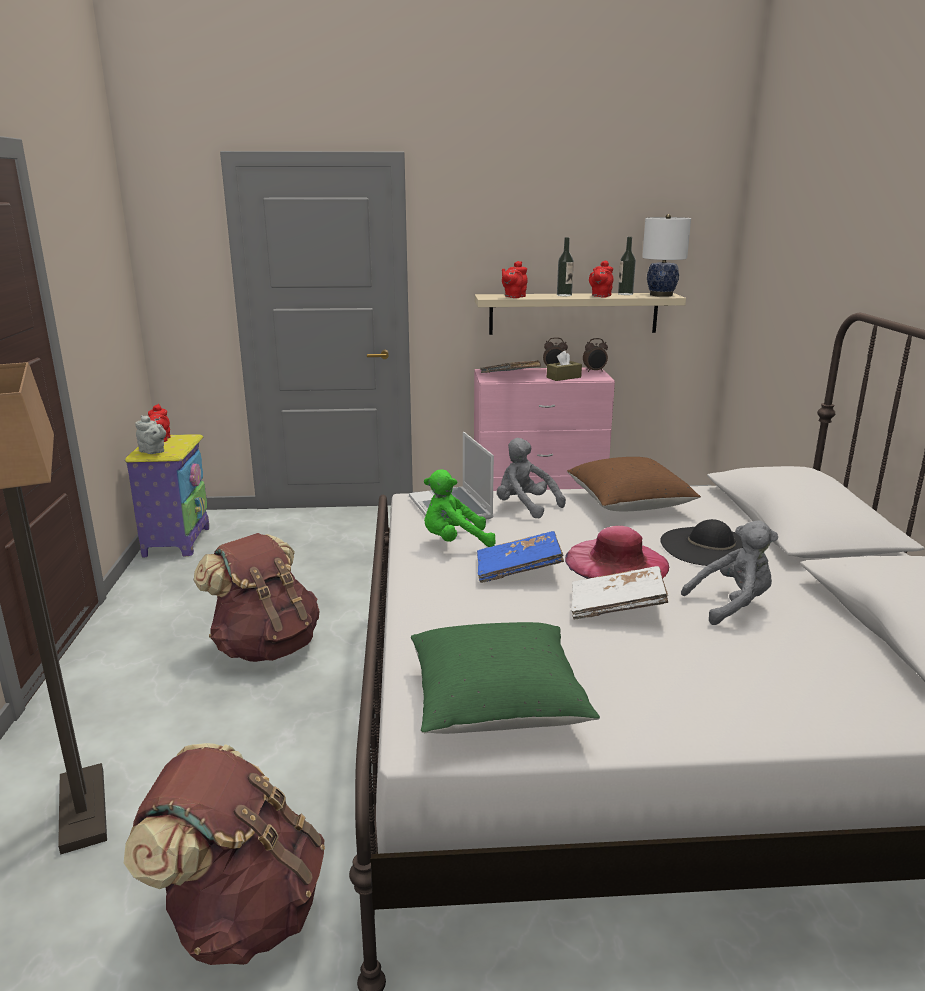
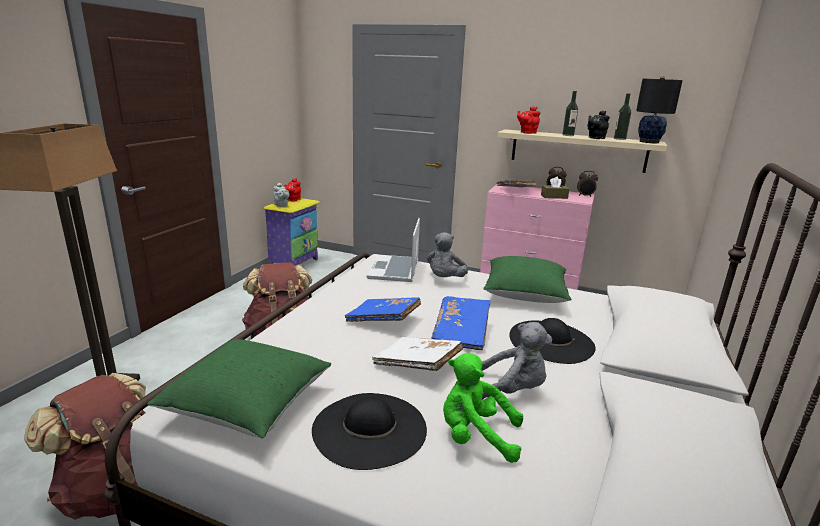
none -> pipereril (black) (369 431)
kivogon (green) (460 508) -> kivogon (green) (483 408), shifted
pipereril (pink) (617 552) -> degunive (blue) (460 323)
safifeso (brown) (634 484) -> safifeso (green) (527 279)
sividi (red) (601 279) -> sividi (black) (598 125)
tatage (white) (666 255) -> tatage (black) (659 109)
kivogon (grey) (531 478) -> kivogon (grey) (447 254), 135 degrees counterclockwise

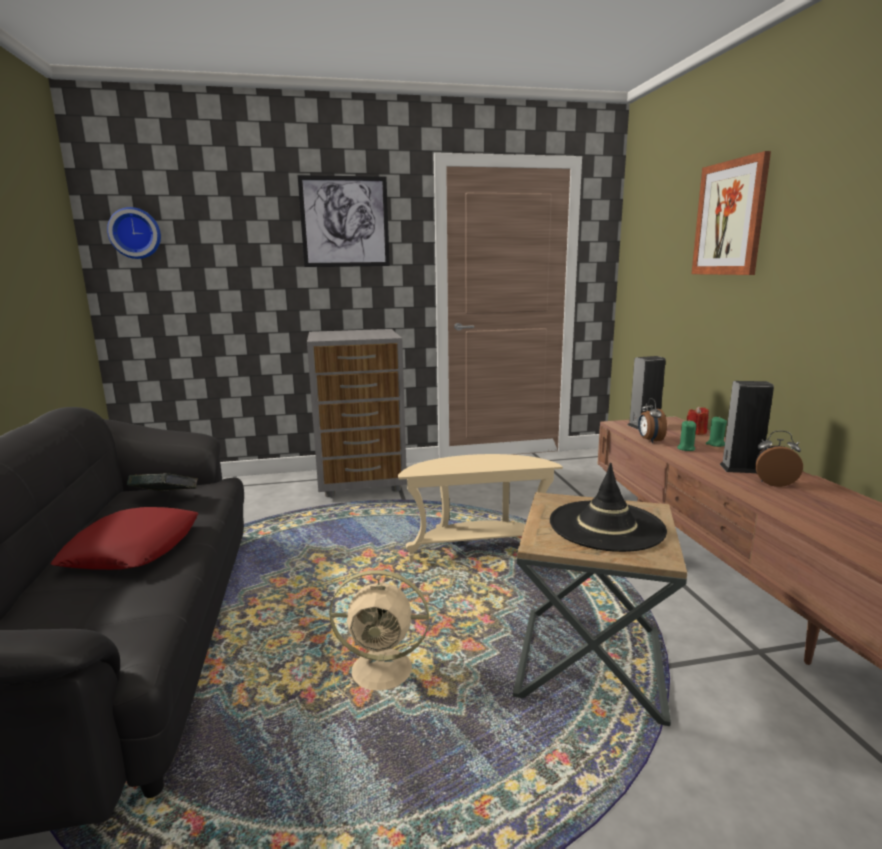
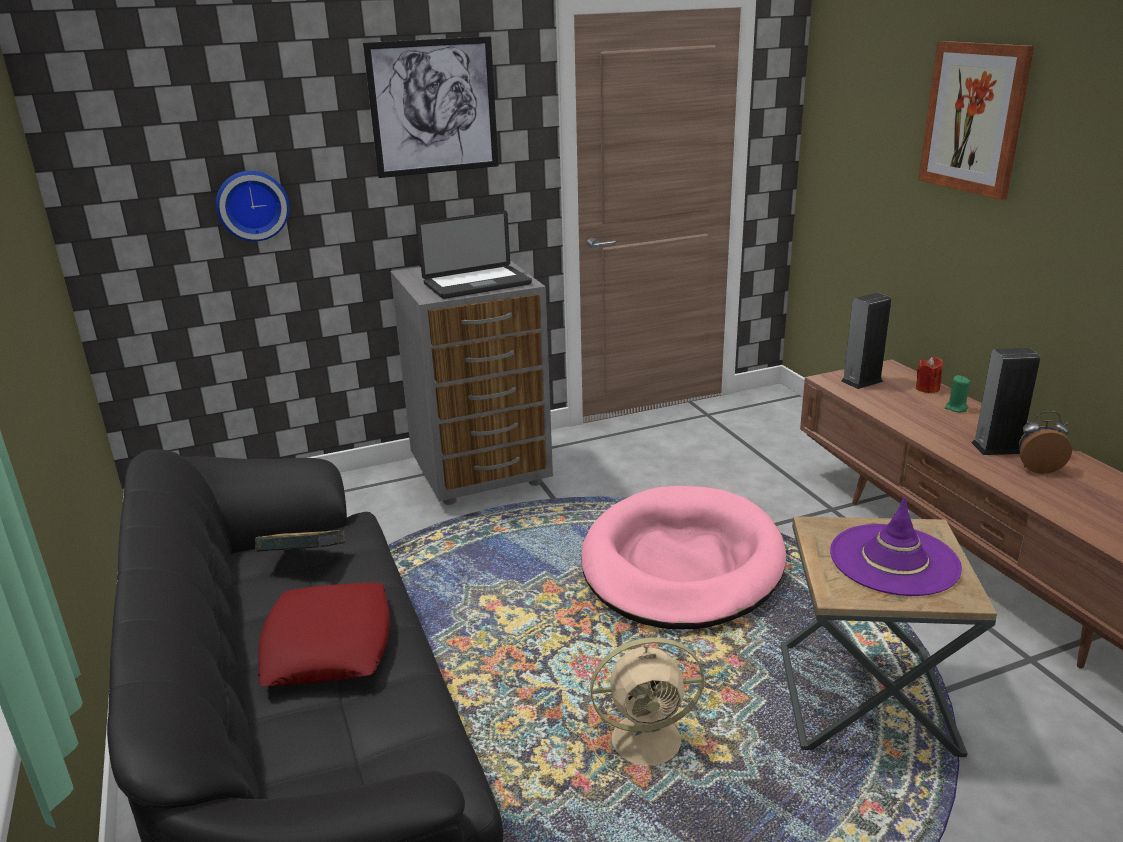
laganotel (652 420) -> none
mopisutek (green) (686 435) -> none
none -> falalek (474 255)
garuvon (134 233) -> garuvon (253 206), shifted
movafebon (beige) (480 508) -> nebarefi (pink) (683 557)
pipereril (black) (608 507) -> pipereril (purple) (896 546)

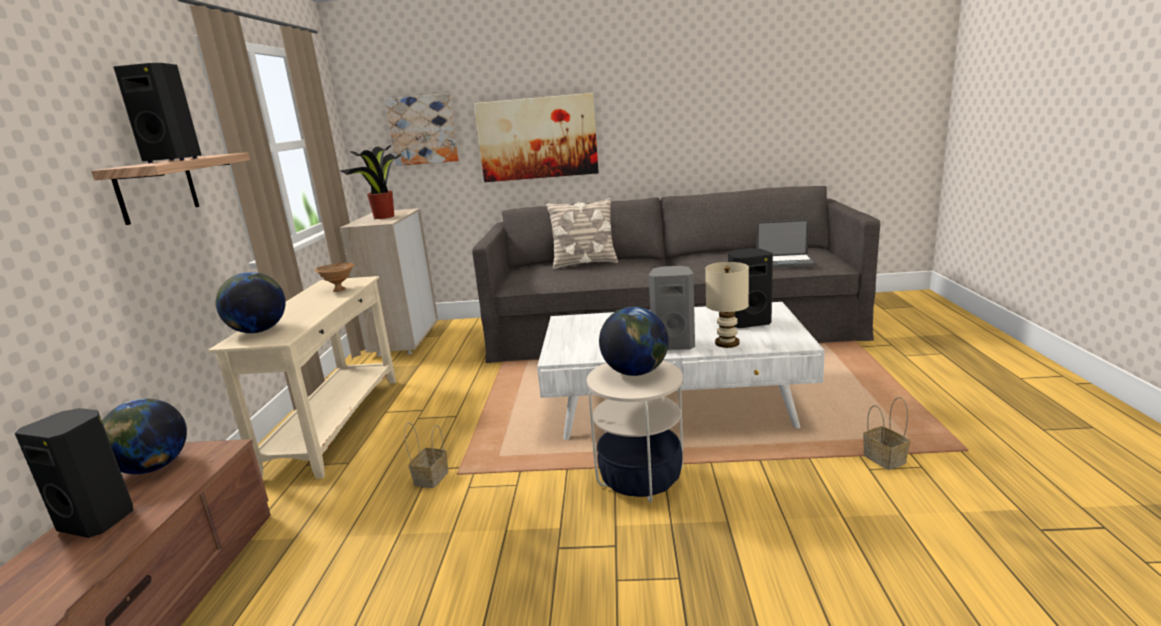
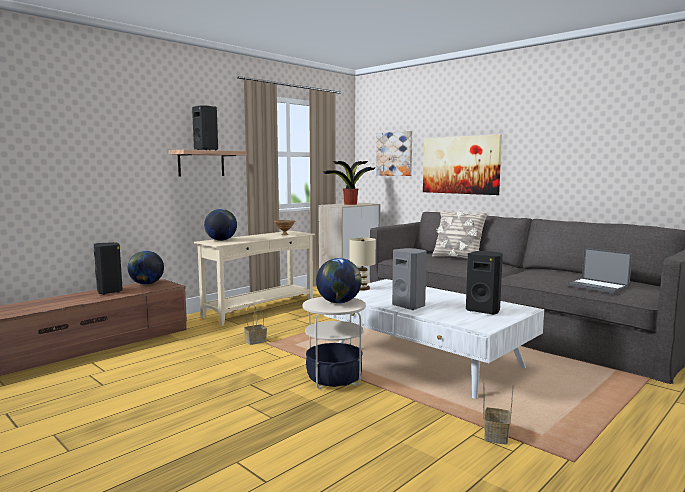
tatage (beige) (727 305) -> tatage (beige) (363 264), shifted

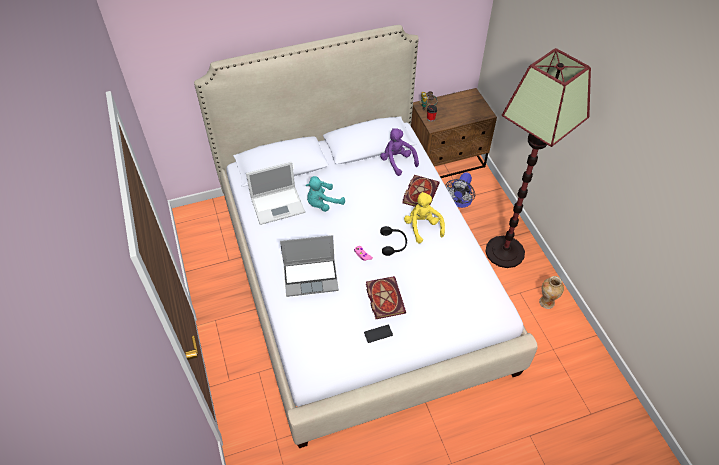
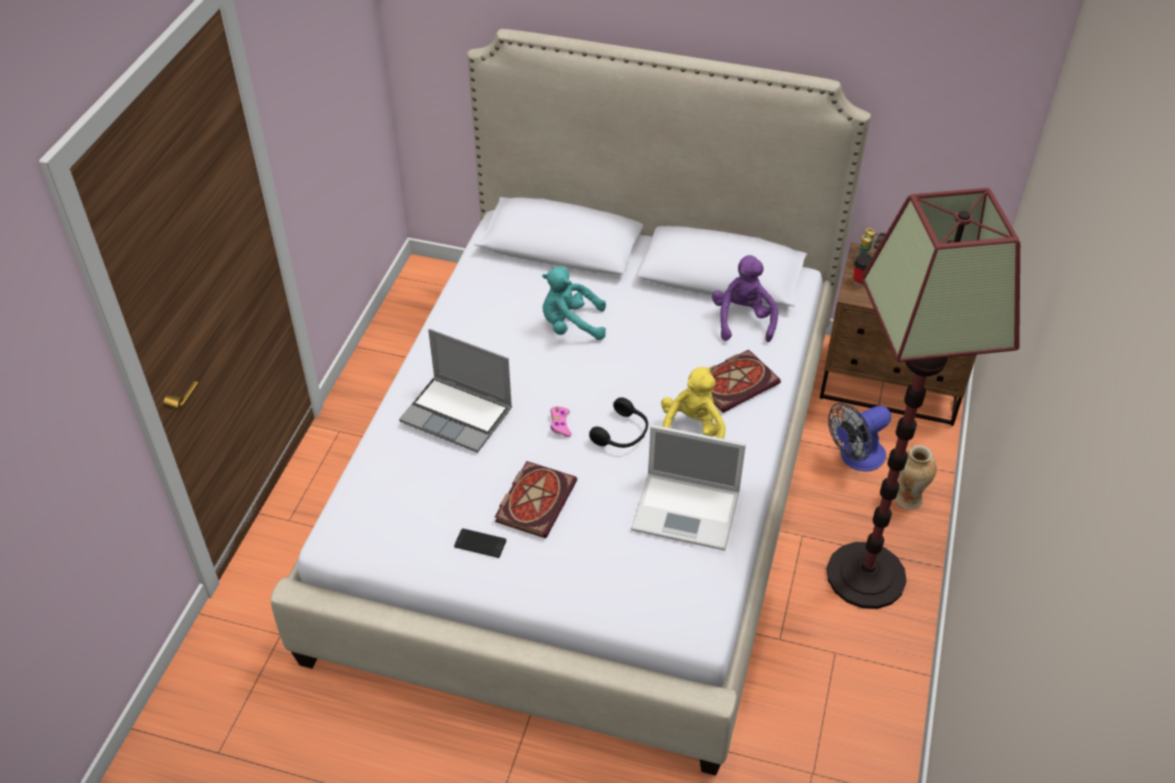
falalek (275 193) -> falalek (688 488), shifted
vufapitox (551 292) -> vufapitox (916 477), shifted

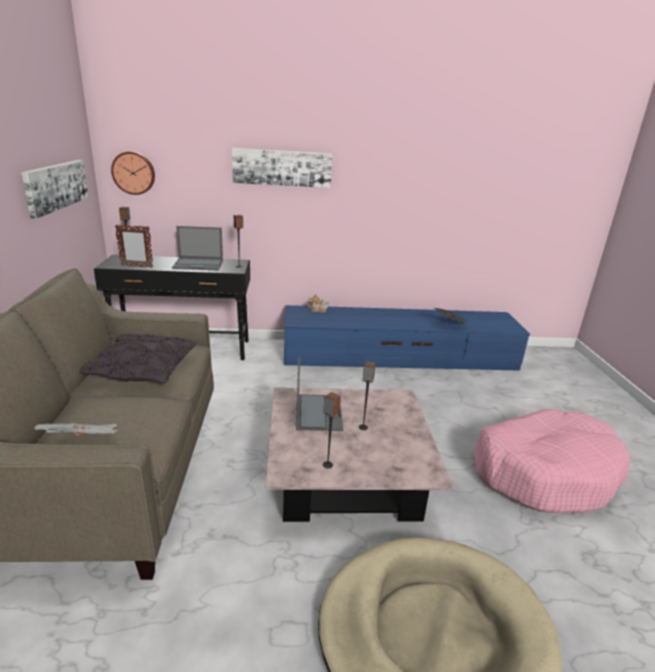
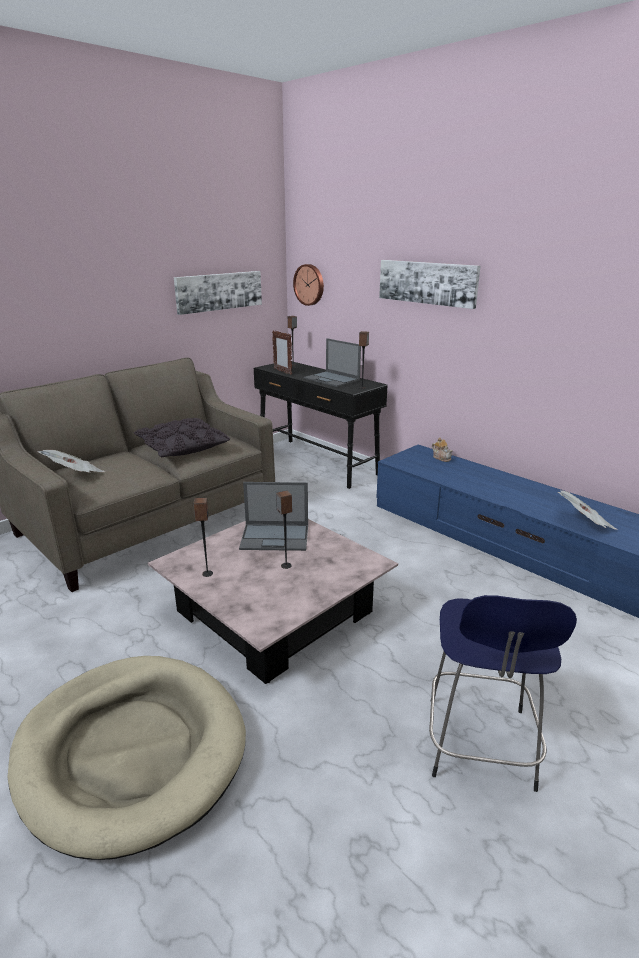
nebarefi (pink) (552 461) -> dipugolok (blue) (503 693)
falalek (319 394) -> falalek (273 516), 45 degrees clockwise

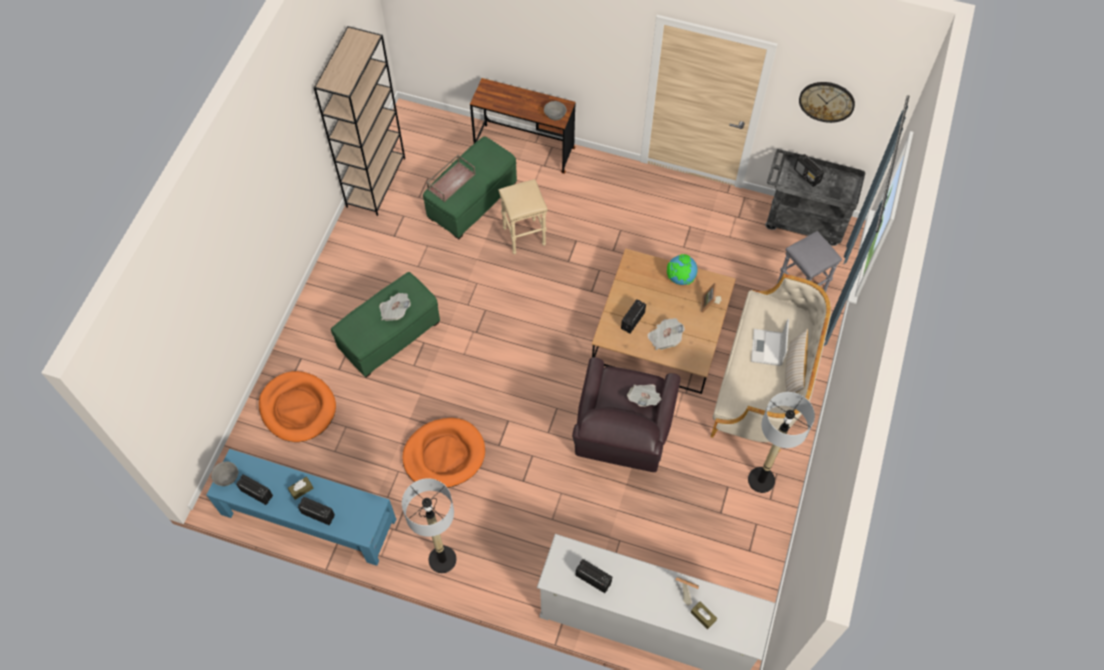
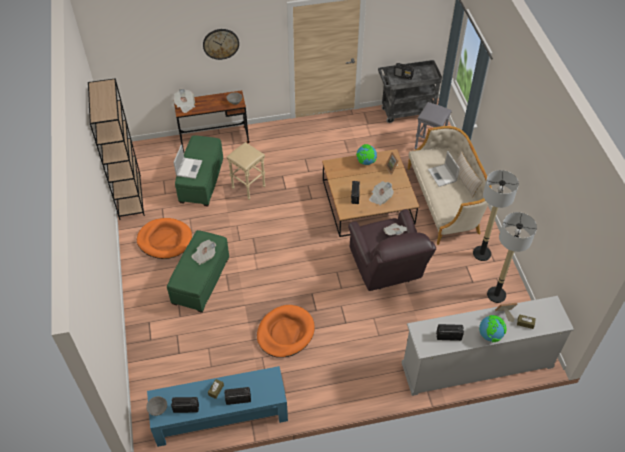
none -> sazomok (184 100)
none -> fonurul (492 328)
nebarefi (orange) (297 406) -> nebarefi (orange) (164 238), shifted
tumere (429 525) -> tumere (512 257), shifted
garuvon (827 102) -> garuvon (221 44), shifted
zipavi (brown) (451 178) -> falalek (187 162)

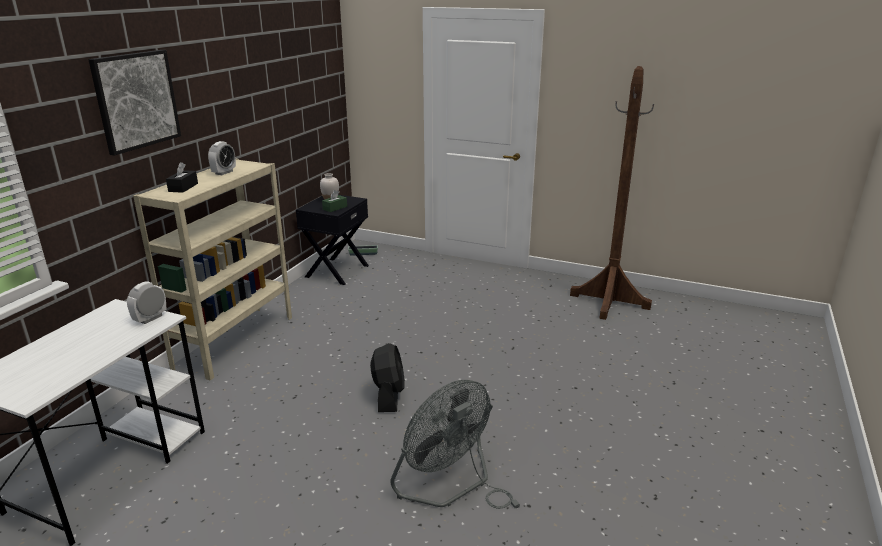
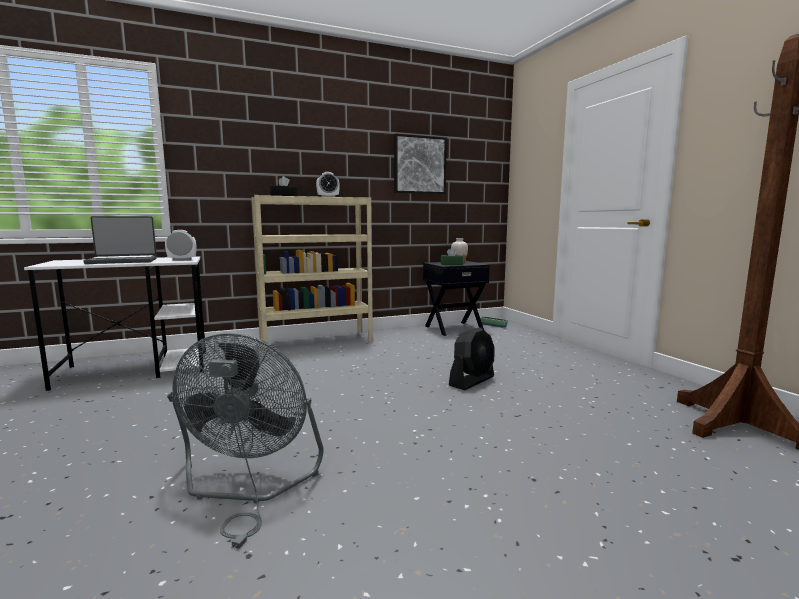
none -> falalek (120 240)
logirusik (134 103) -> logirusik (420 164), shifted
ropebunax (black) (387 377) -> ropebunax (black) (472 358), shifted

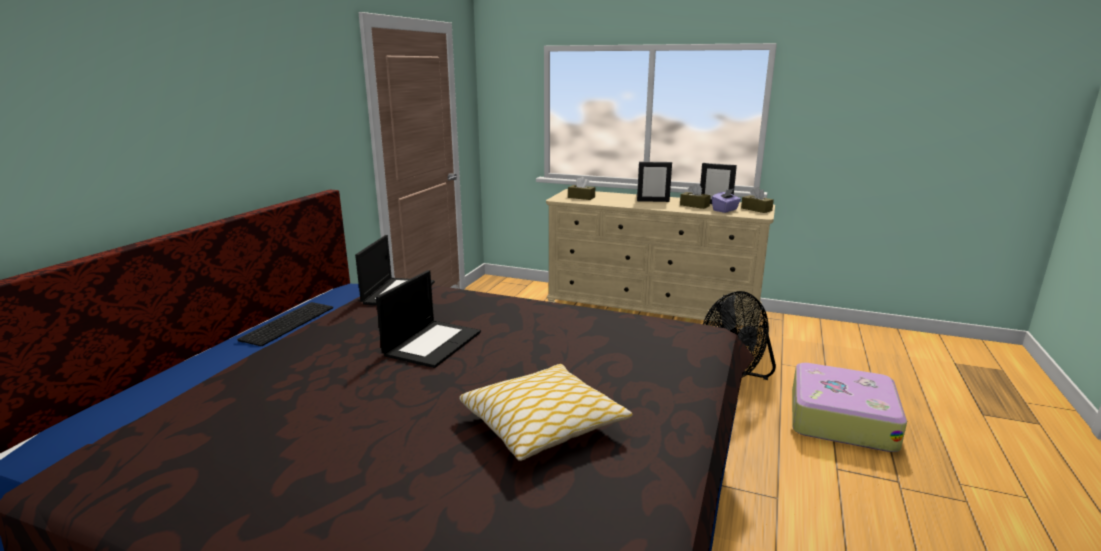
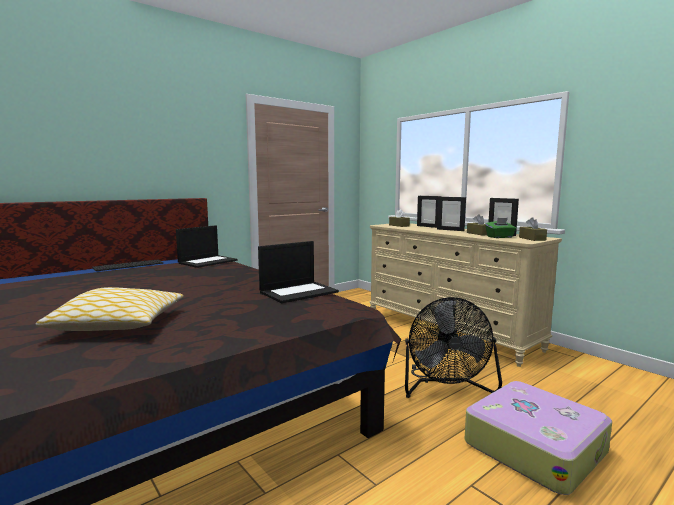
none -> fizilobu (429 212)
falalek (428 319) -> falalek (298 272), shifted
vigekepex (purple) (726 201) -> vigekepex (green) (500 228)

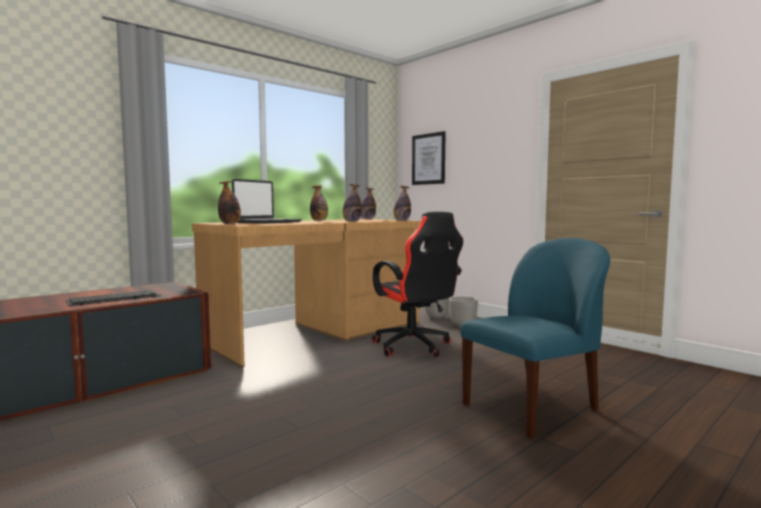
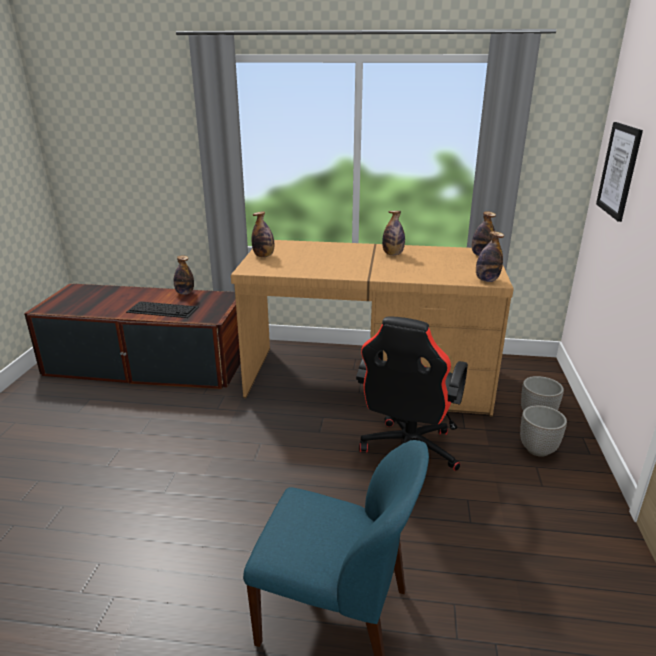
falalek (267 201) -> none
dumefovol (352 203) -> dumefovol (184 275), shifted

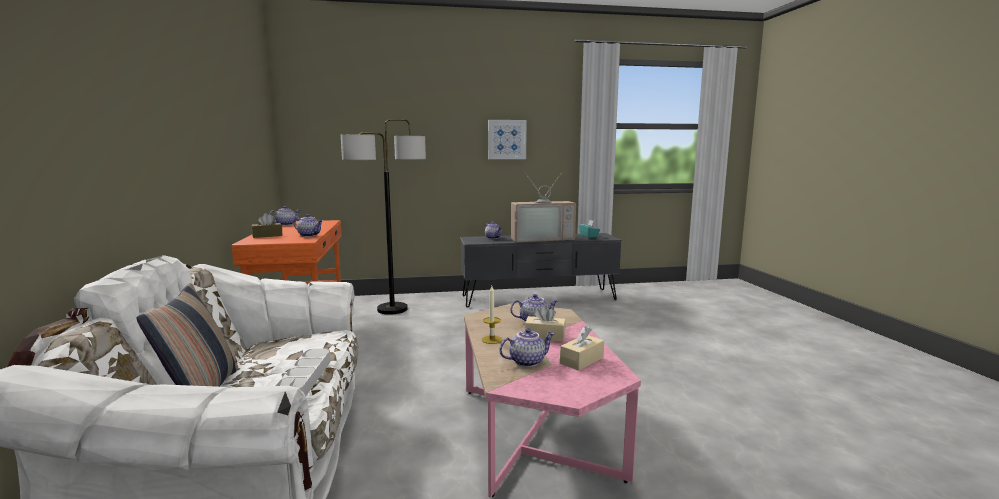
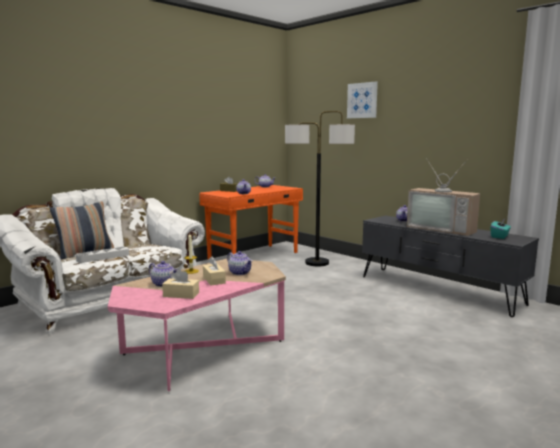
logirusik (507 139) -> logirusik (362 99), shifted

